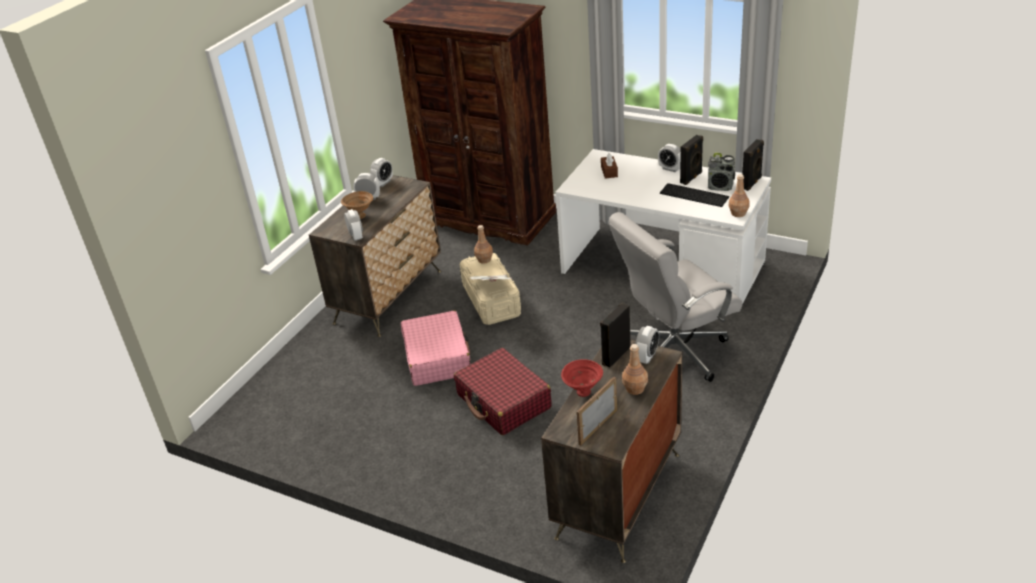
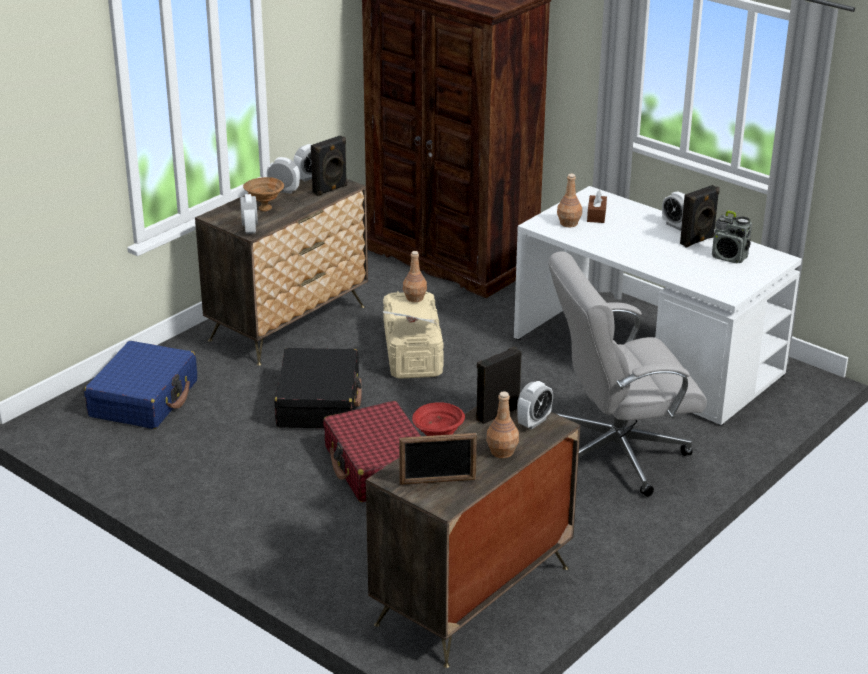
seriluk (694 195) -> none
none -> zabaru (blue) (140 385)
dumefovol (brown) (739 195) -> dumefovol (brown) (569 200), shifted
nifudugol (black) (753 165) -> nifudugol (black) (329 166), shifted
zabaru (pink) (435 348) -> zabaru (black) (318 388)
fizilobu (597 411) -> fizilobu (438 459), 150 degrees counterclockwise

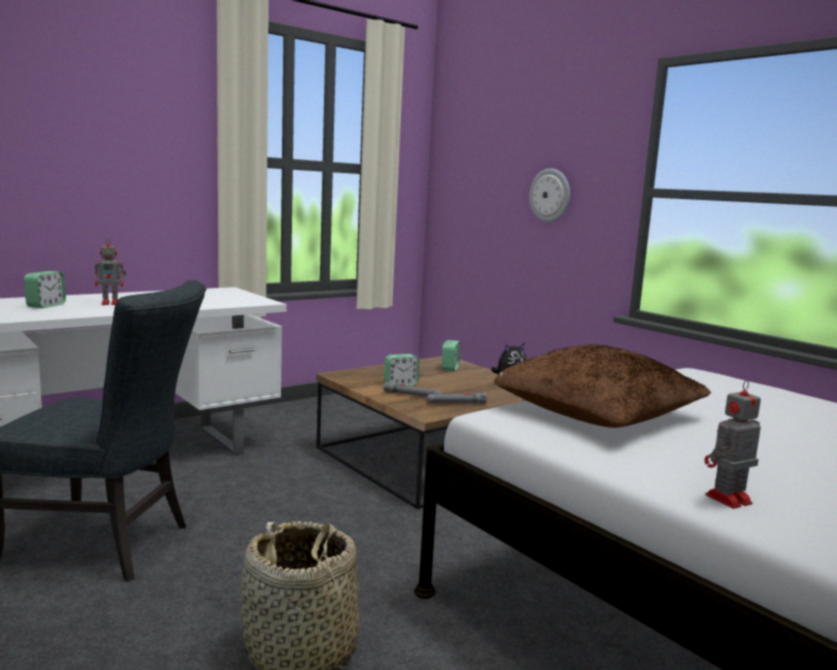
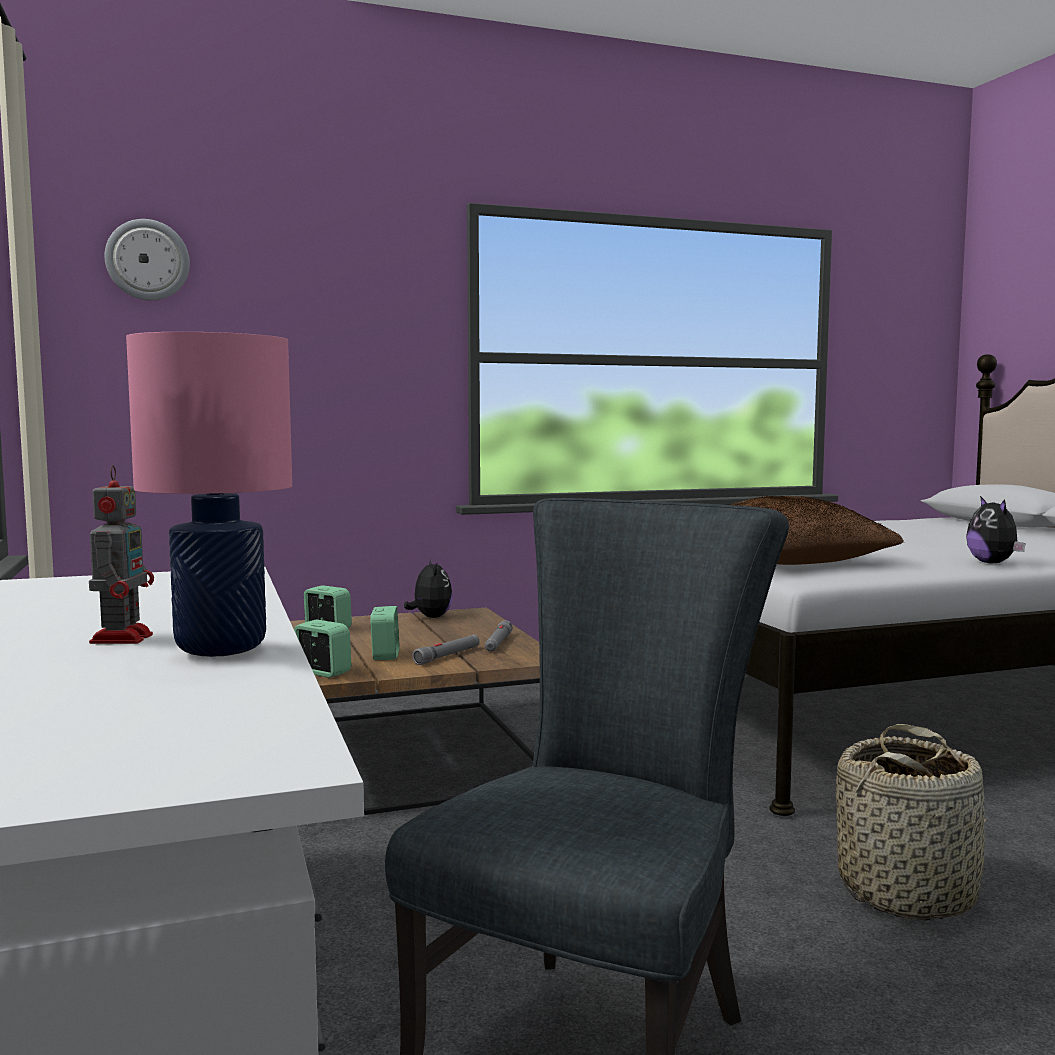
none -> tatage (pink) (209 494)
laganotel (45 289) -> laganotel (322 648), shifted
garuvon (549 195) -> garuvon (147 260), shifted
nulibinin (733 444) -> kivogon (996 530)

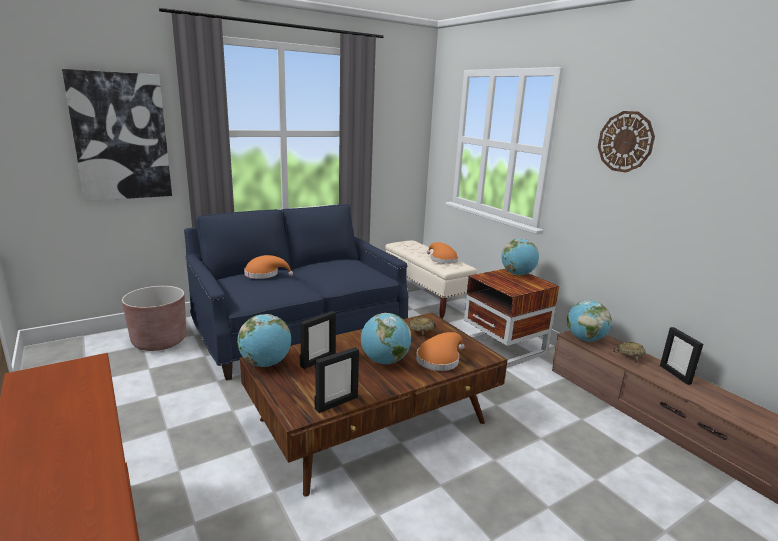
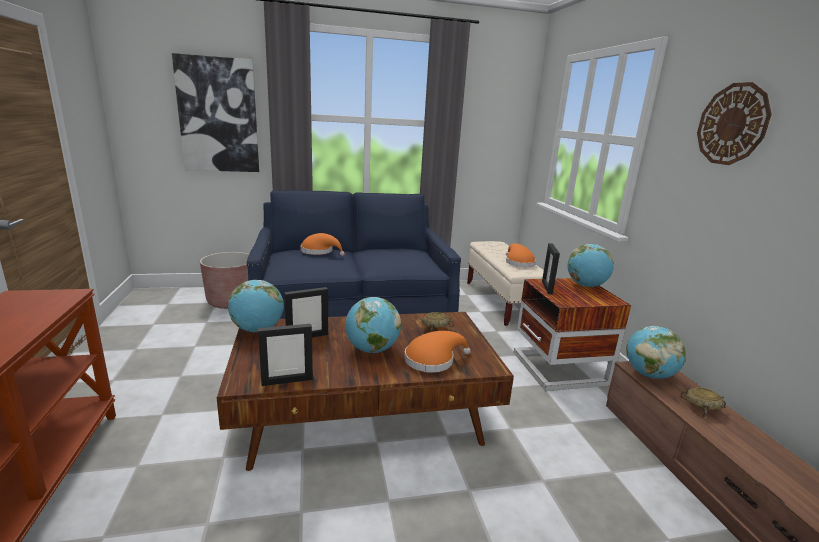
fizilobu (681 356) -> fizilobu (551 269), shifted

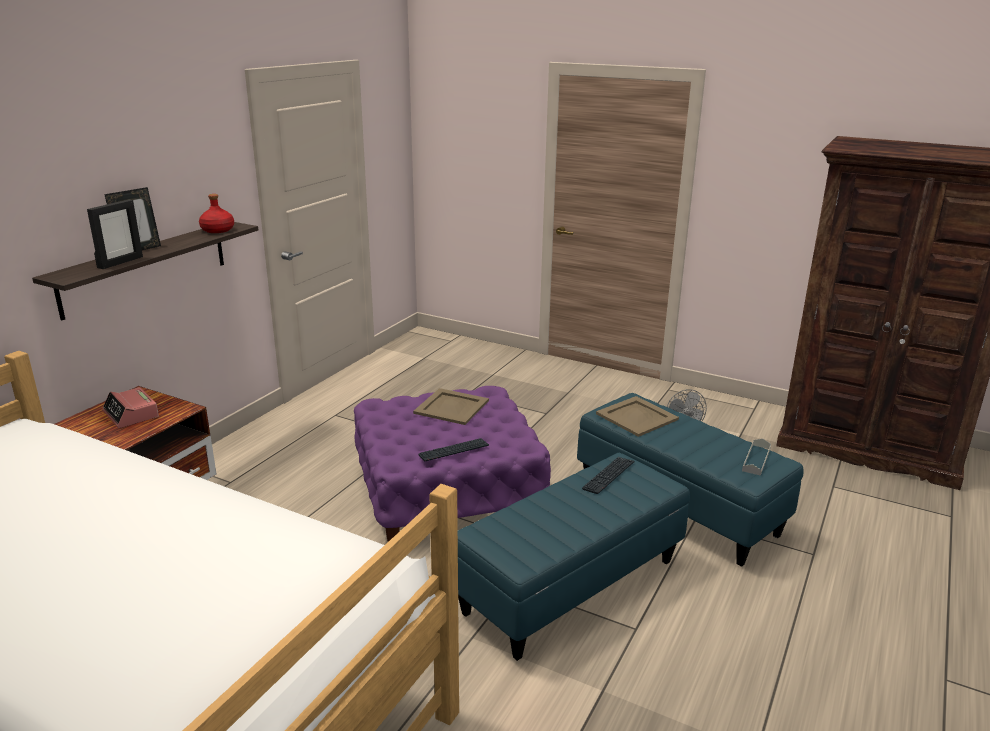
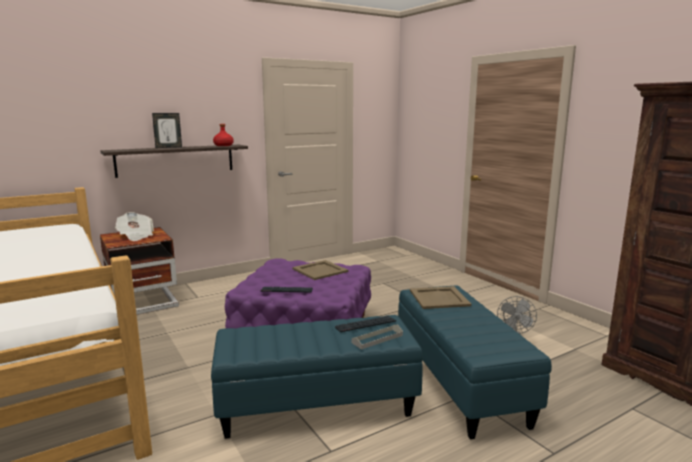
fizilobu (115 234) -> none
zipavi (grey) (756 457) -> zipavi (grey) (377 337), shifted
laganotel (130 407) -> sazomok (134 226)

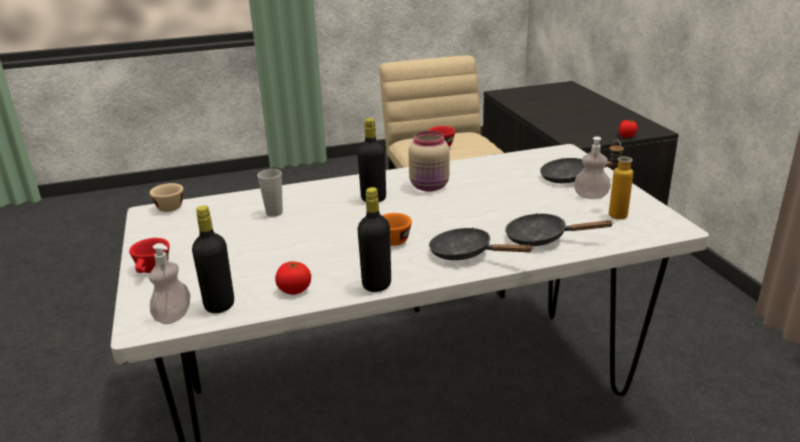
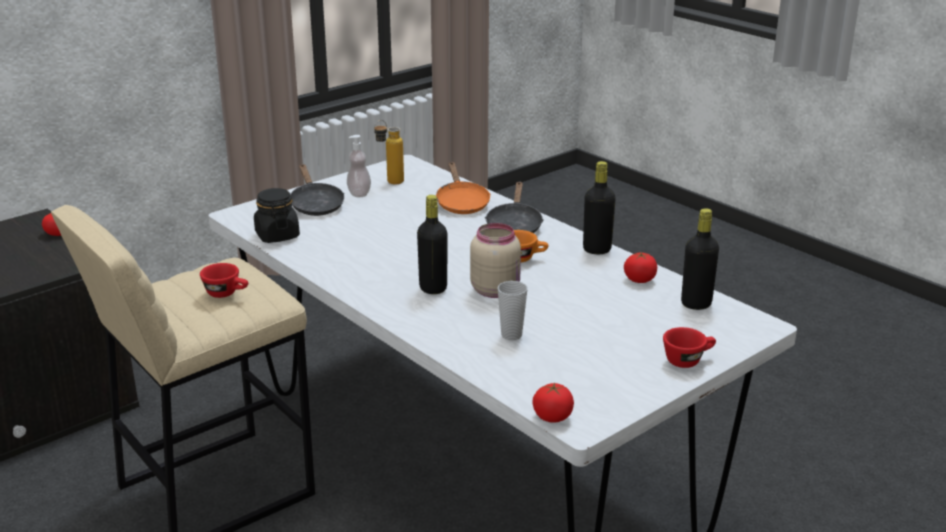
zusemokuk (169 284) -> none
none -> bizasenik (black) (277 215)
bizasenik (beige) (429 161) -> bizasenik (beige) (495 260), shifted
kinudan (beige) (166 197) -> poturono (553 402)
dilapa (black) (559 229) -> dilapa (orange) (463 188)

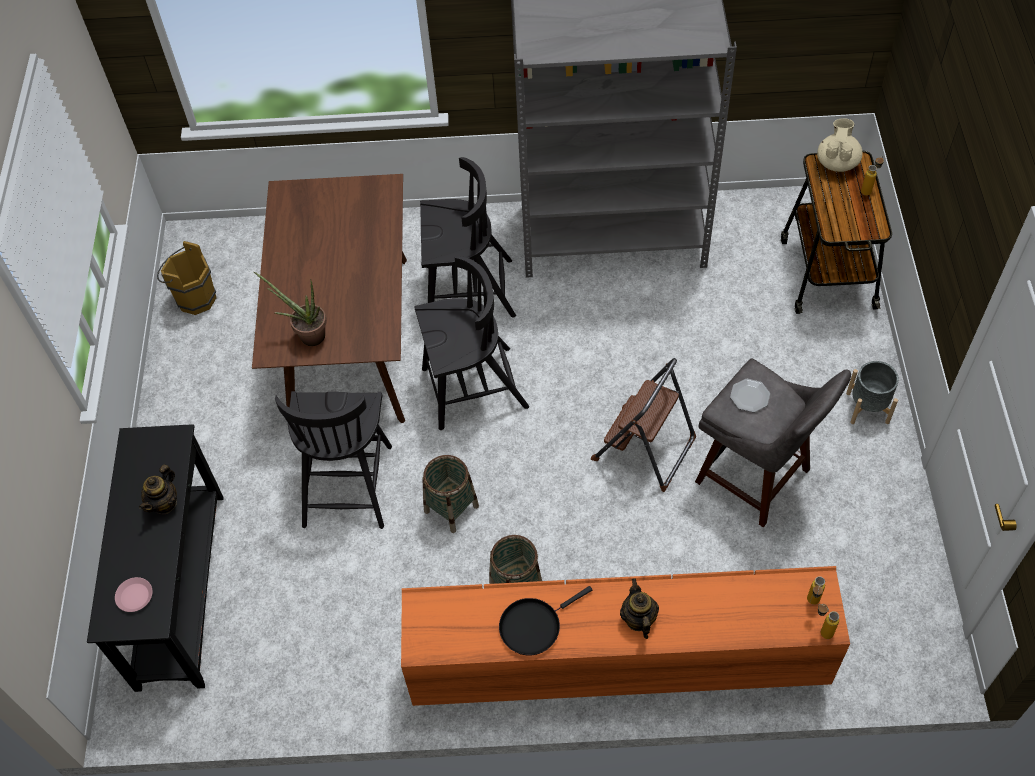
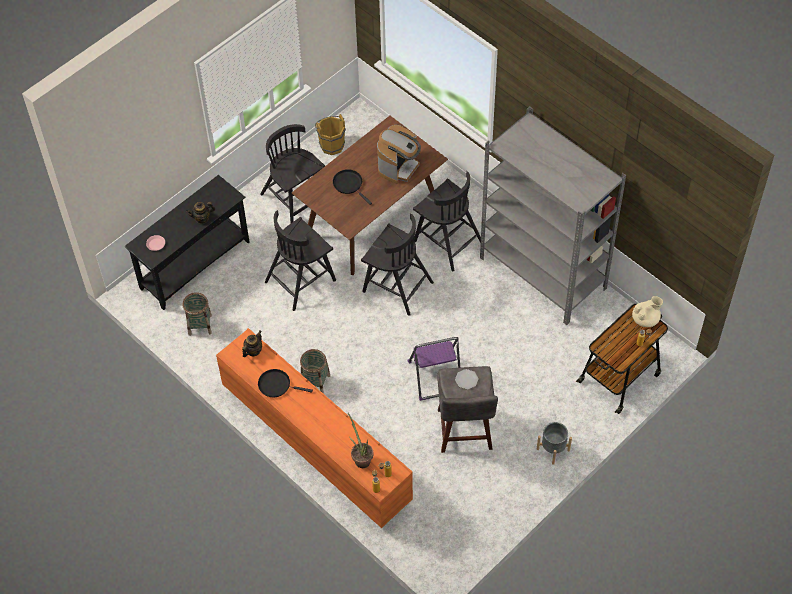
none -> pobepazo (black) (292 173)
none -> dilapa (black) (352 187)
none -> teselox (399 154)
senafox (290 309) -> senafox (360 440), shifted
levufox (450 494) -> levufox (197 314), shifted
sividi (639 608) -> sividi (252 344), shifted
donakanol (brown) (643 425) -> donakanol (purple) (433 369)

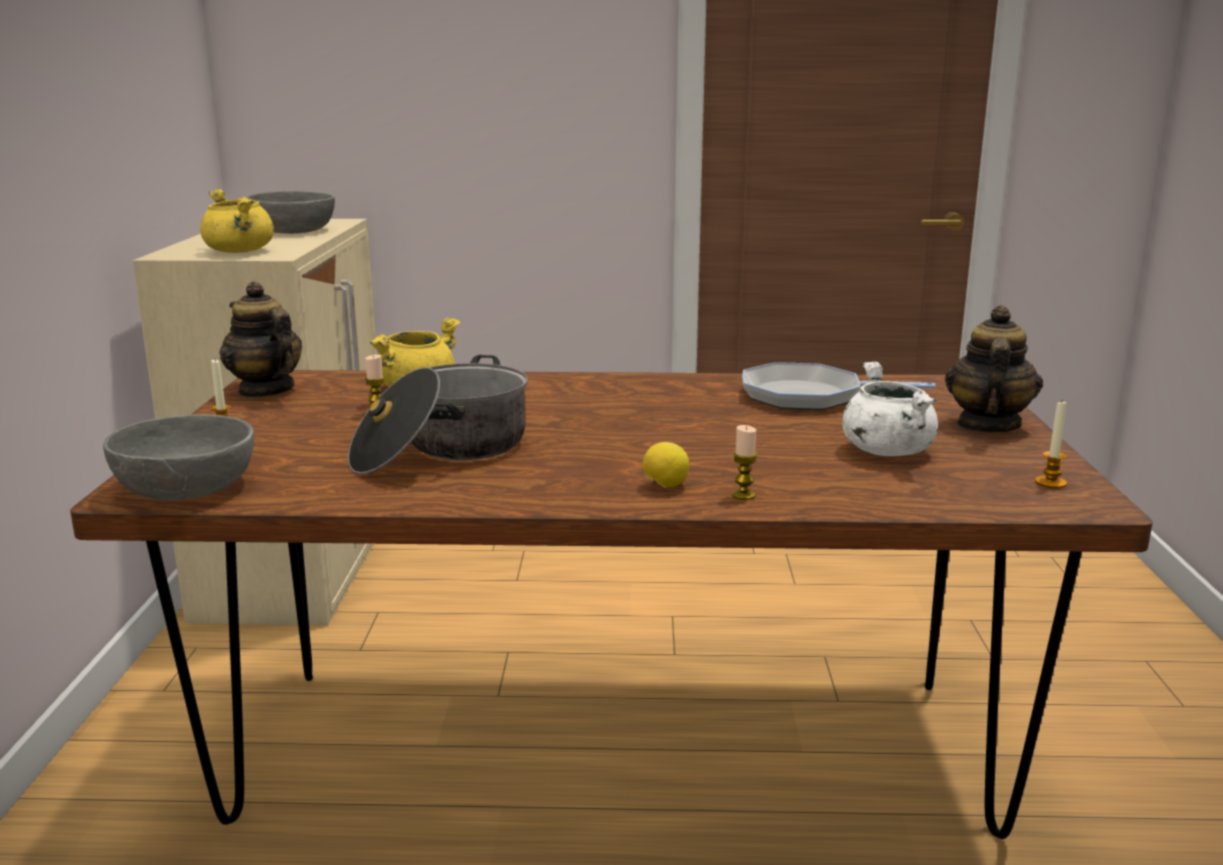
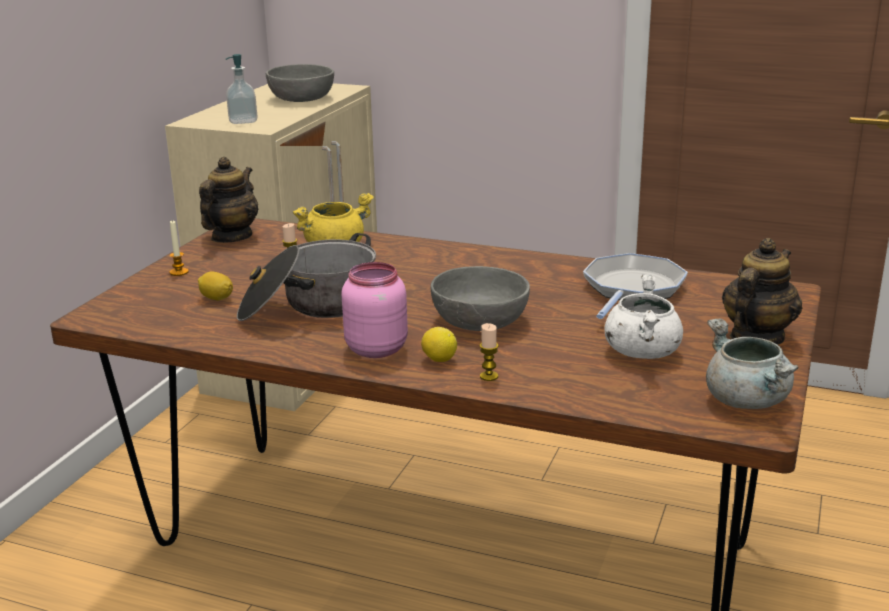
none -> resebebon (215 286)
none -> bizasenik (pink) (375 310)
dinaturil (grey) (178 458) -> dinaturil (grey) (480 298), shifted
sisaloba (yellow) (237 220) -> zusemokuk (242 89)
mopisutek (1051 444) -> sisaloba (grey) (752 363)
sividi (261 339) -> sividi (228 200), 45 degrees clockwise
dilapa (839 386) -> dilapa (635 286), 90 degrees clockwise

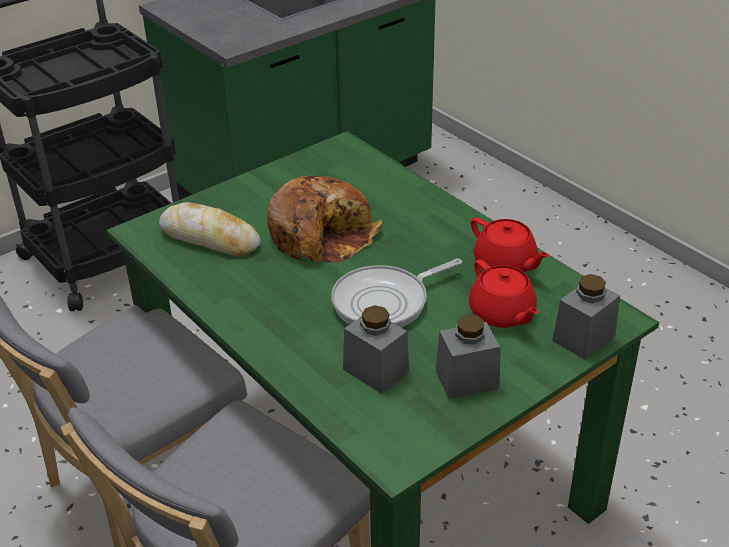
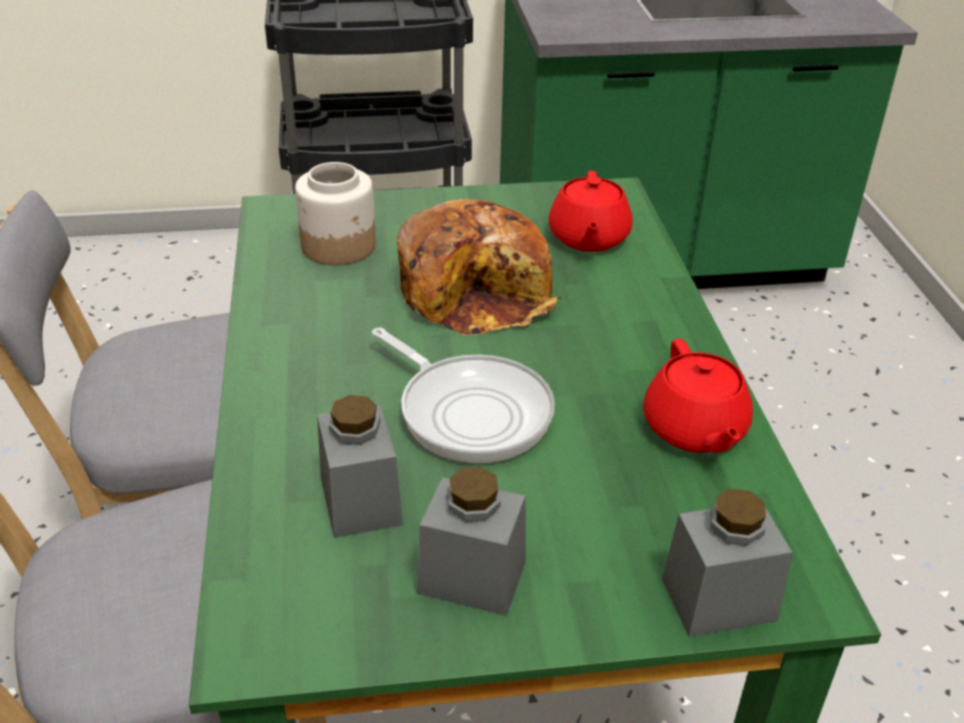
sividi (red) (504 293) -> sividi (red) (590 211), shifted
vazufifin (210 229) -> bizasenik (335 213)
dilapa (396 292) -> dilapa (463 395), 135 degrees counterclockwise

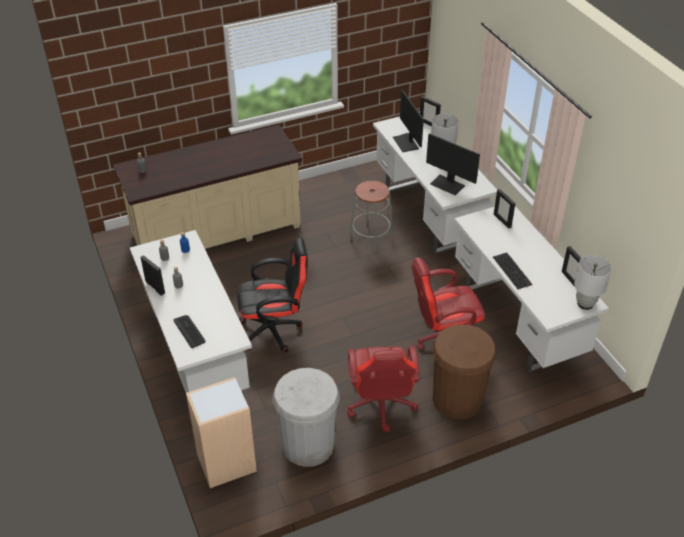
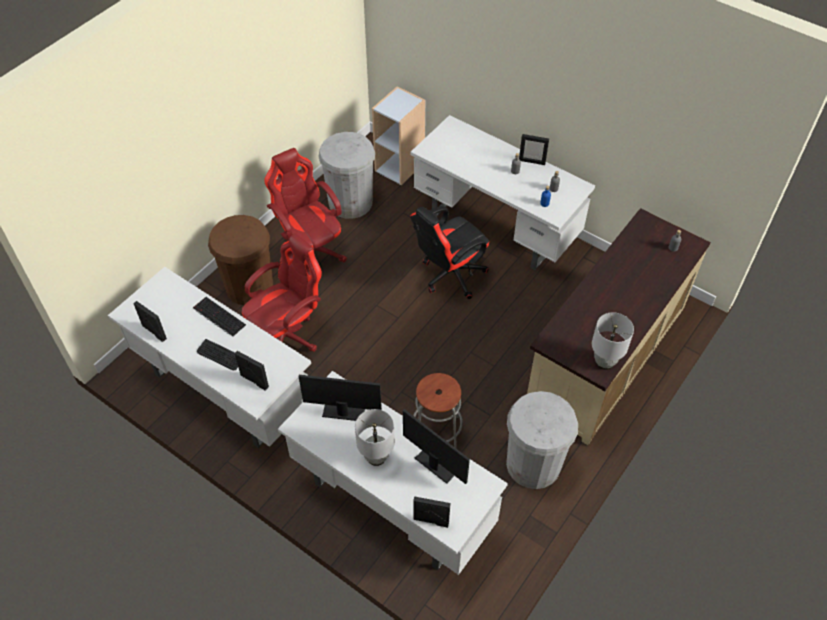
none -> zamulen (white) (542 440)
seriluk (190 331) -> seriluk (217 354), shifted
tatage (white) (593 282) -> tatage (white) (613 341), shifted

